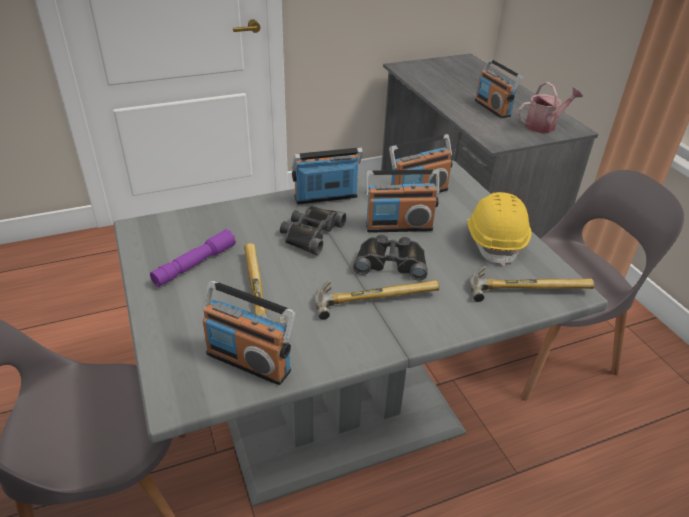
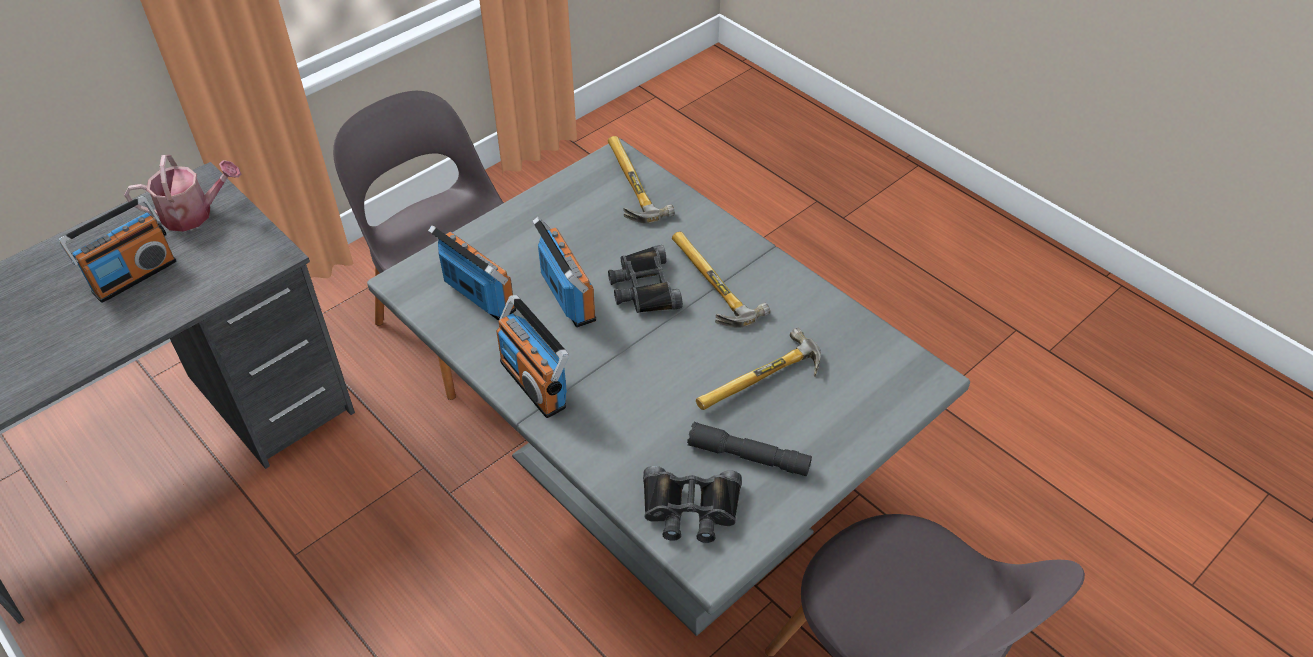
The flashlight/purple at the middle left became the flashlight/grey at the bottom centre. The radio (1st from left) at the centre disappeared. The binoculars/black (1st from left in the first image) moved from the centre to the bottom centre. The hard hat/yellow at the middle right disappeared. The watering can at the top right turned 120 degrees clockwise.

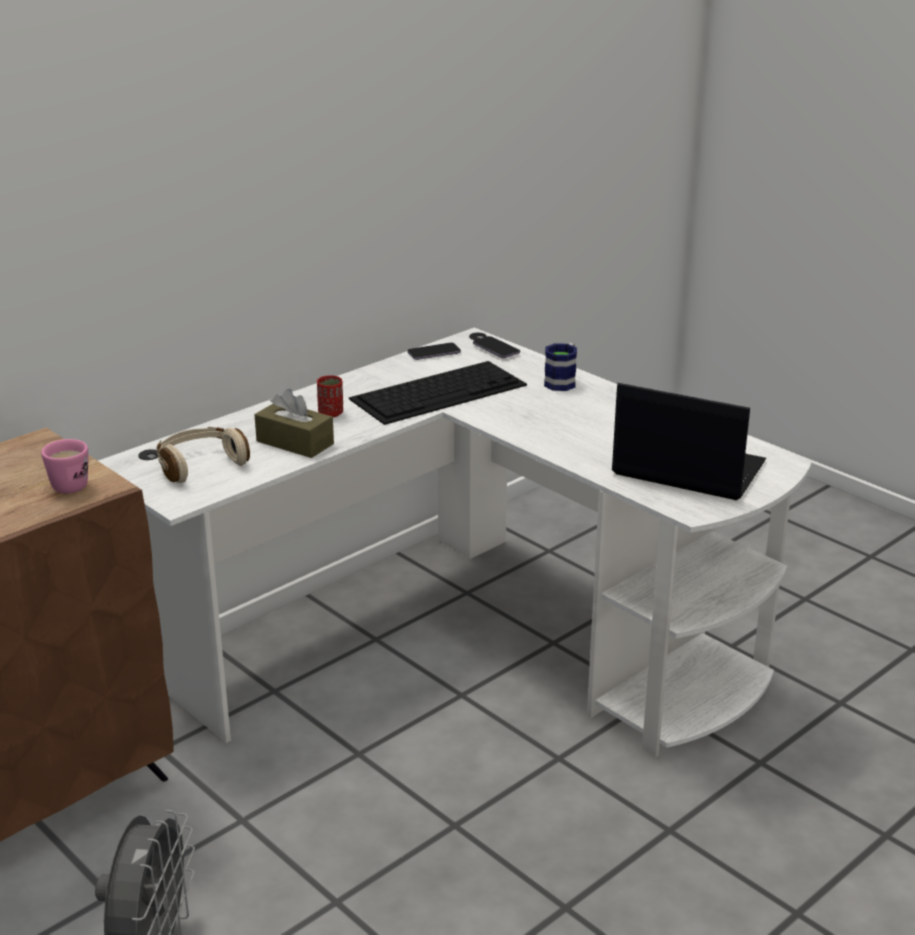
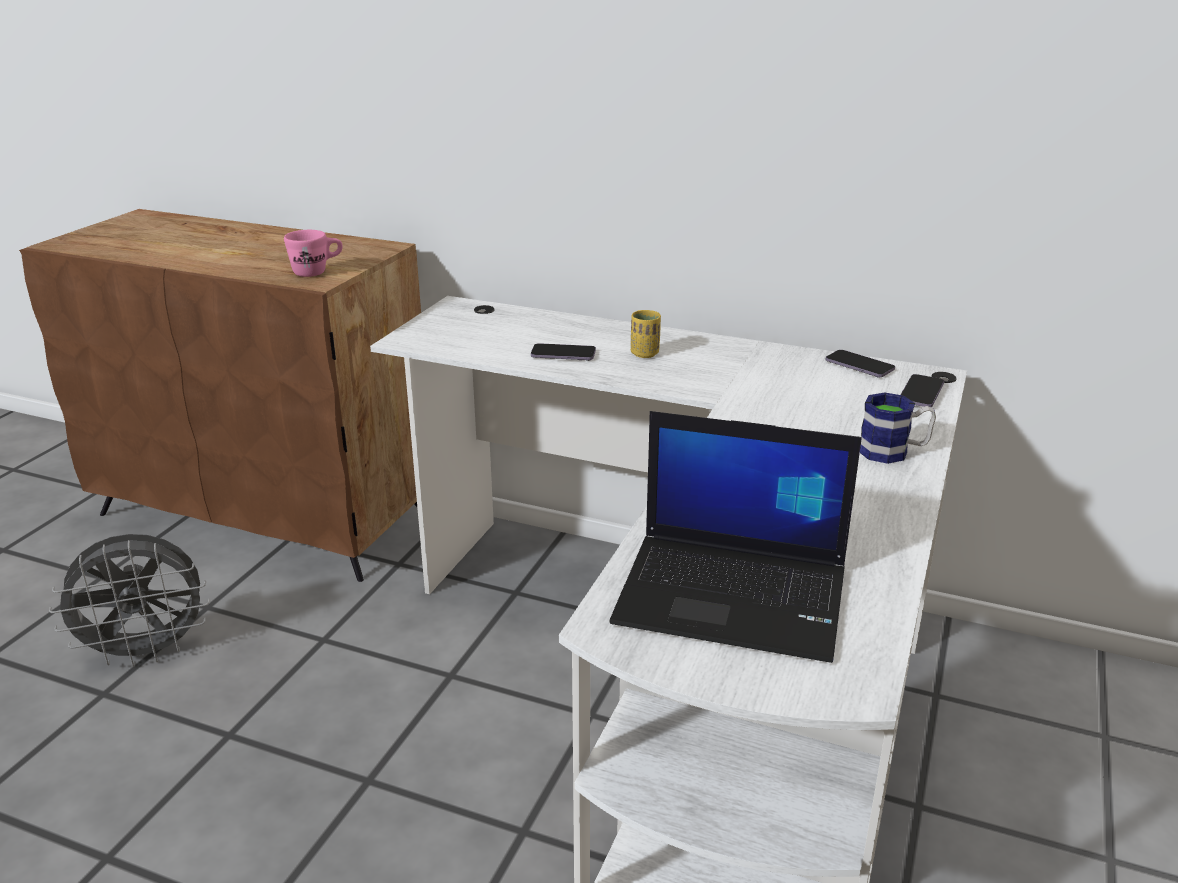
The headphones/beige at the middle left disappeared. The tissue box/brown at the middle left was replaced by the phone (1st from left) at the centre. The cup/red at the centre became the cup/yellow at the centre. The keyboard at the centre disappeared. The laptop at the middle right turned 105 degrees clockwise.

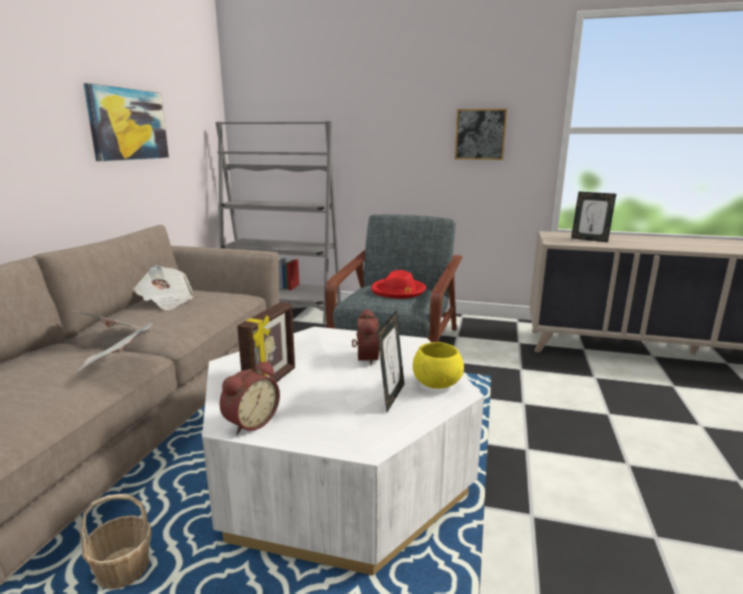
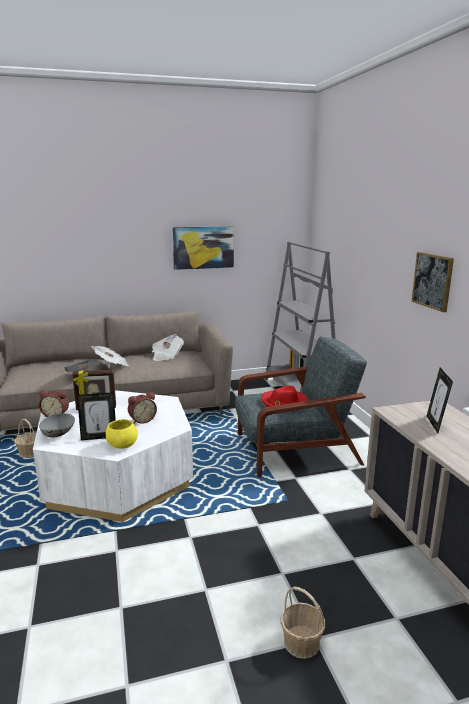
The bowl/grey at the middle left appeared. The basket (2nd from left) at the bottom centre appeared.

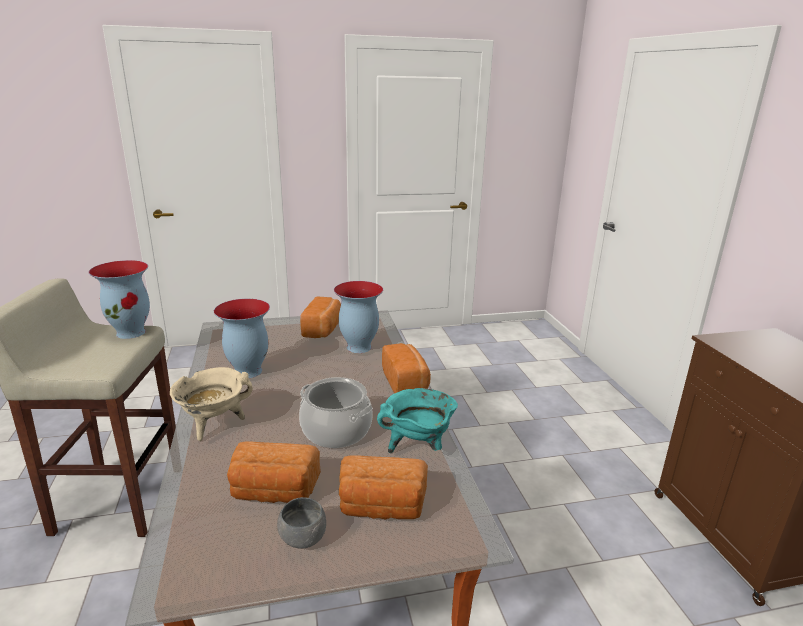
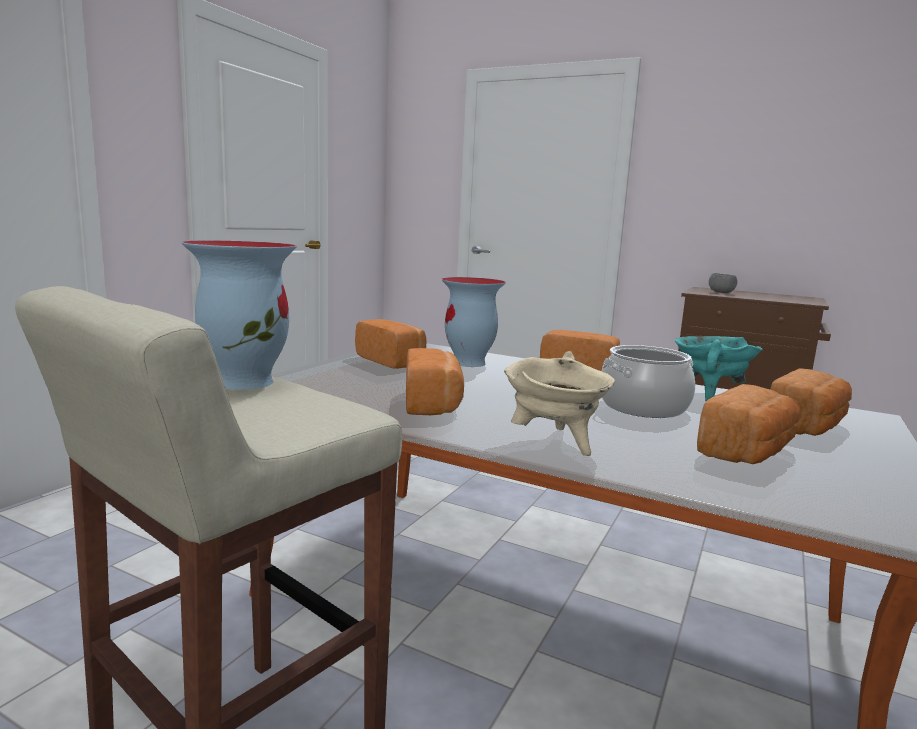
The vase (2nd from left) at the middle left was replaced by the bread (2nd from left) at the centre. The bowl/grey moved from the bottom centre to the middle right.

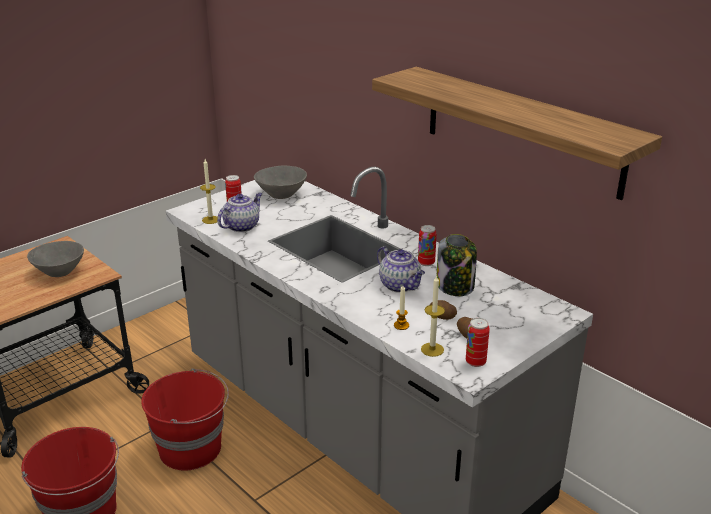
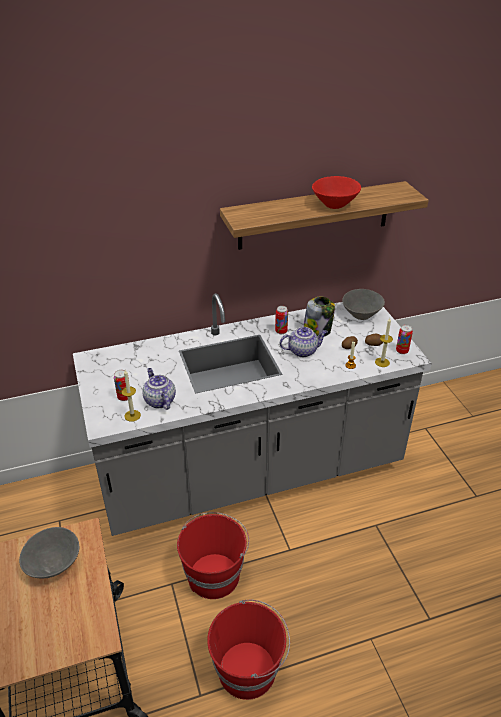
The bowl/grey (2nd from left) moved from the centre to the middle right. The bowl/red at the top right appeared.

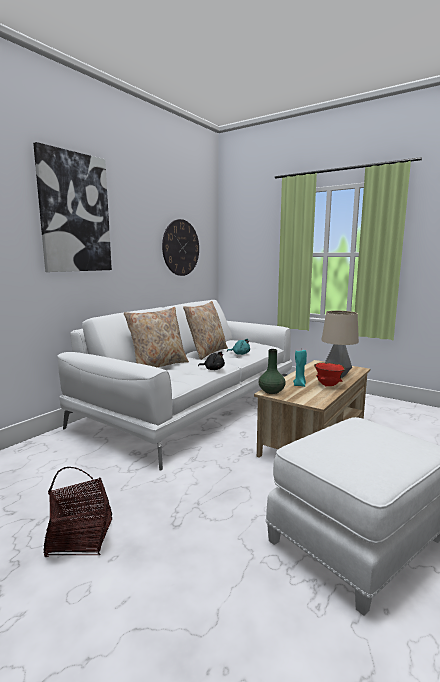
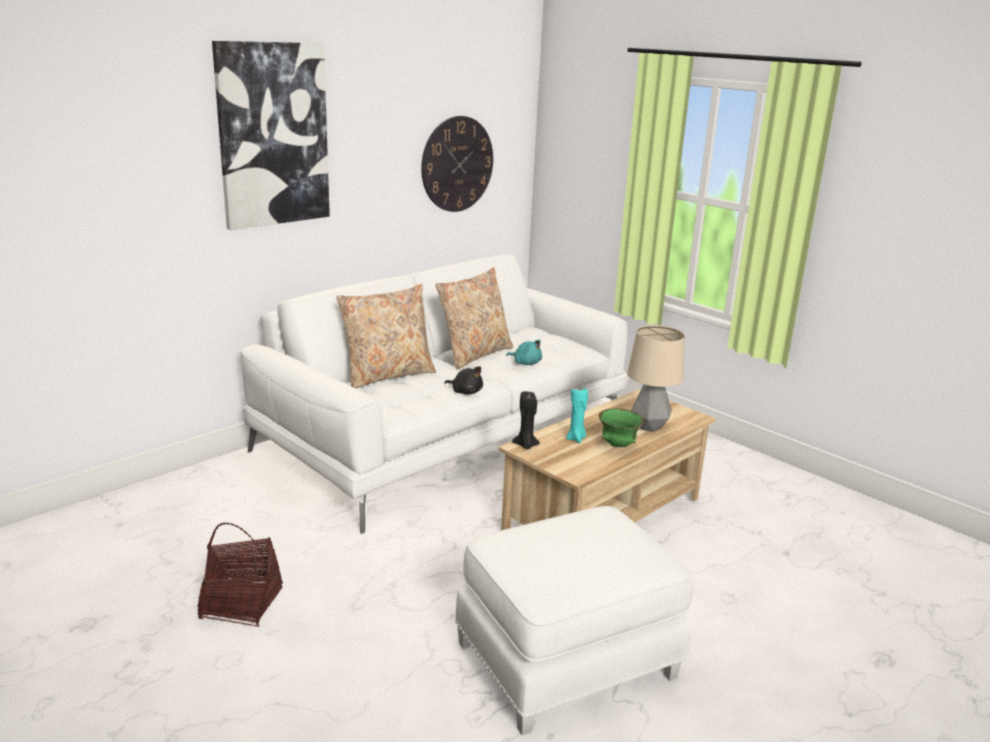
The vase/green at the centre was replaced by the candle/black at the centre. The bowl/red at the middle right became the bowl/green at the centre.

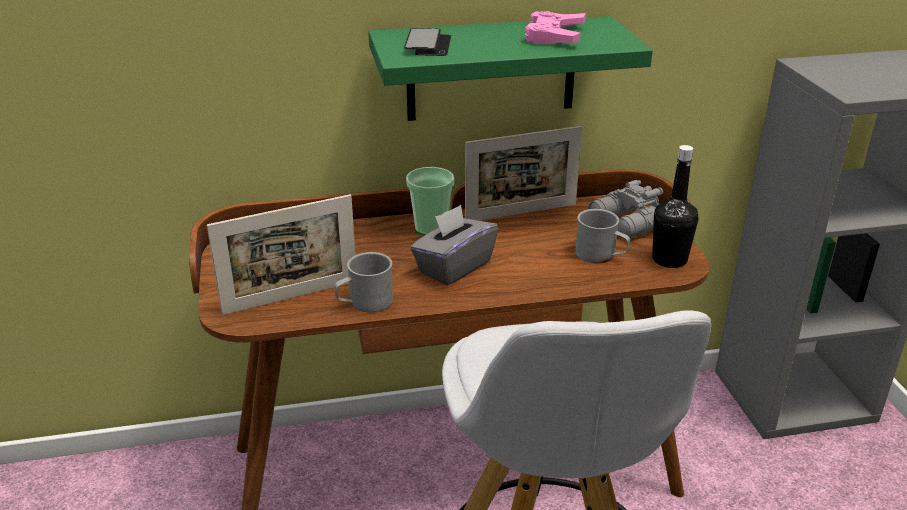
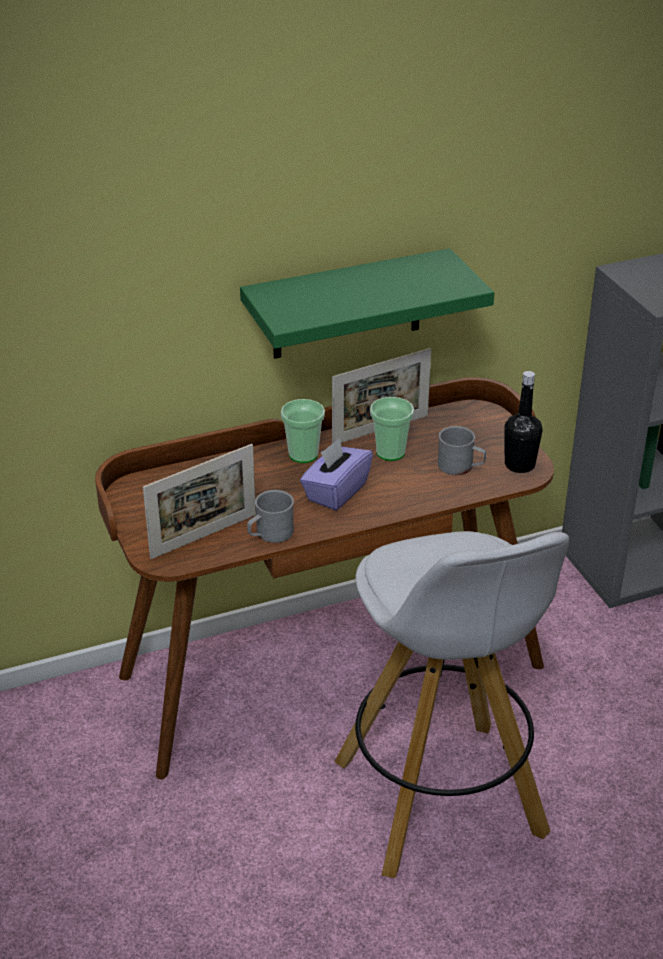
The phone at the top centre disappeared. The tissue box/grey at the centre became the tissue box/purple at the centre. The game controller/pink at the top centre disappeared. The binoculars/grey at the middle right disappeared. The cup (2nd from left) at the centre appeared.

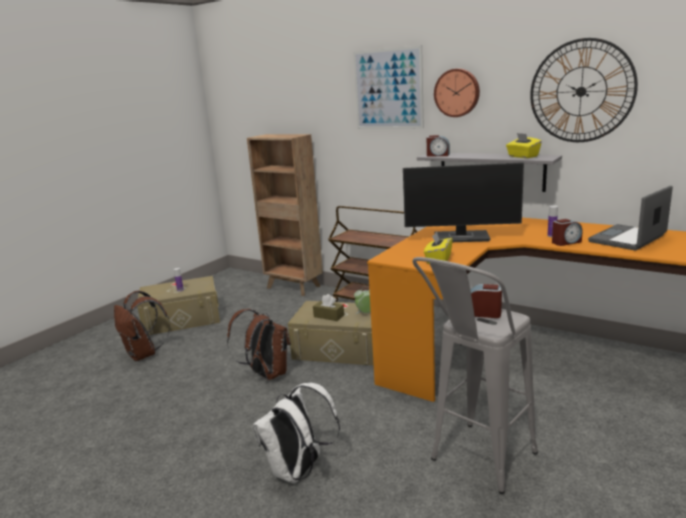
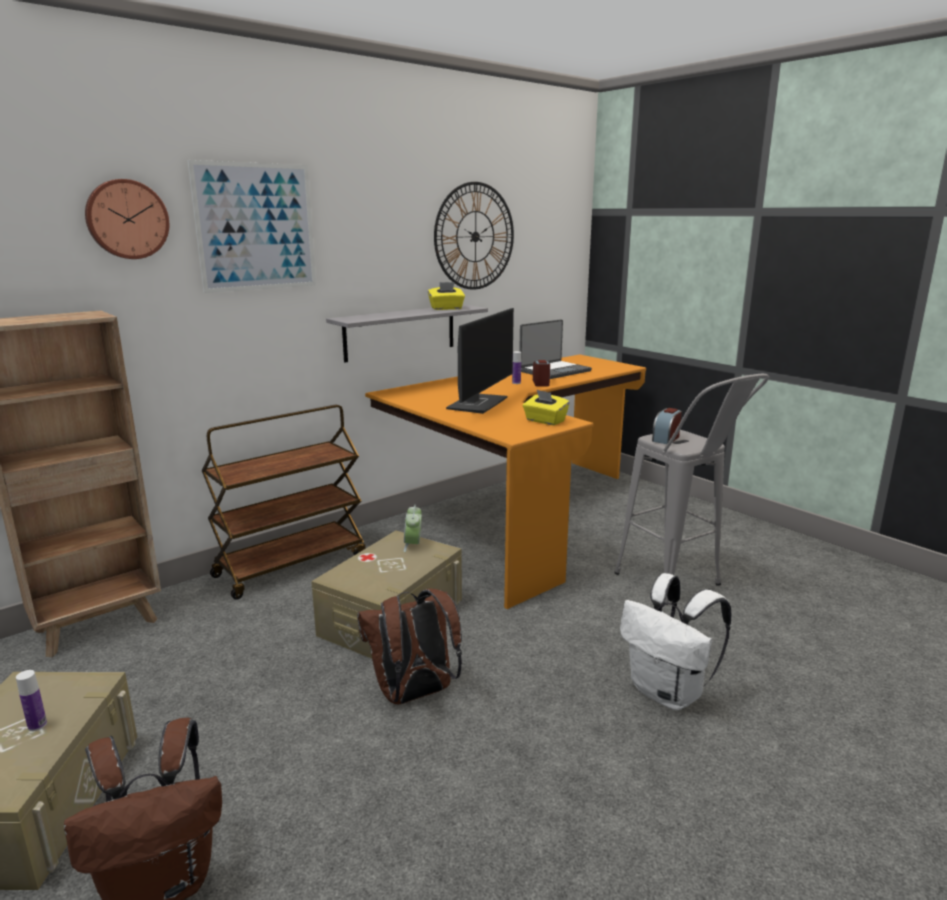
The tissue box/brown at the centre disappeared. The alarm clock (2nd from left) at the top centre disappeared. The wall clock (1st from left) moved from the top centre to the top left. The laptop at the middle right turned 105 degrees counterclockwise.

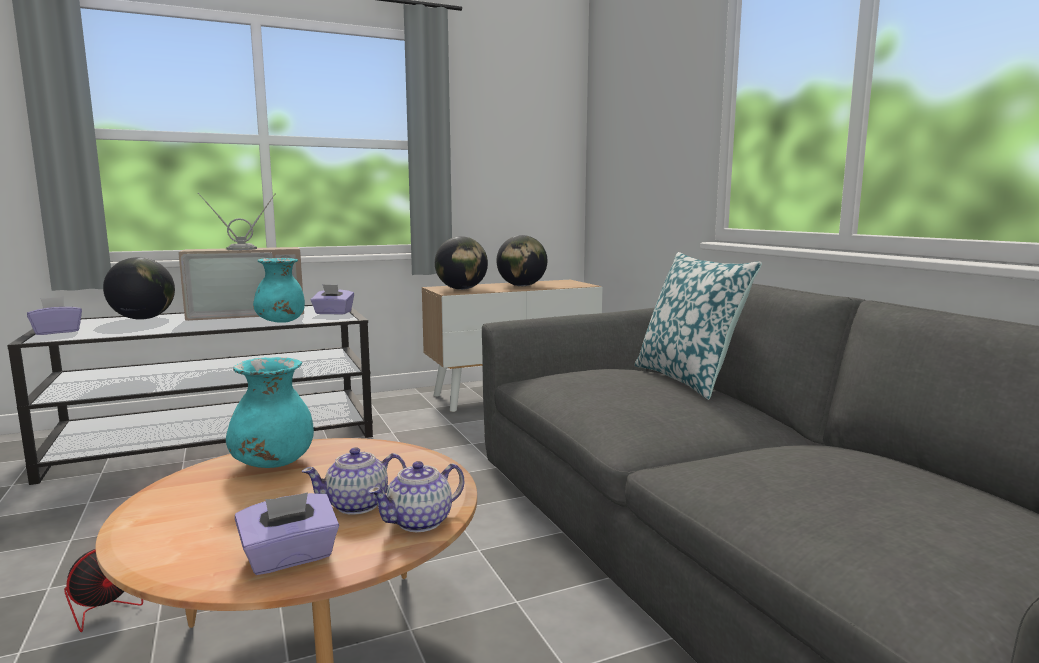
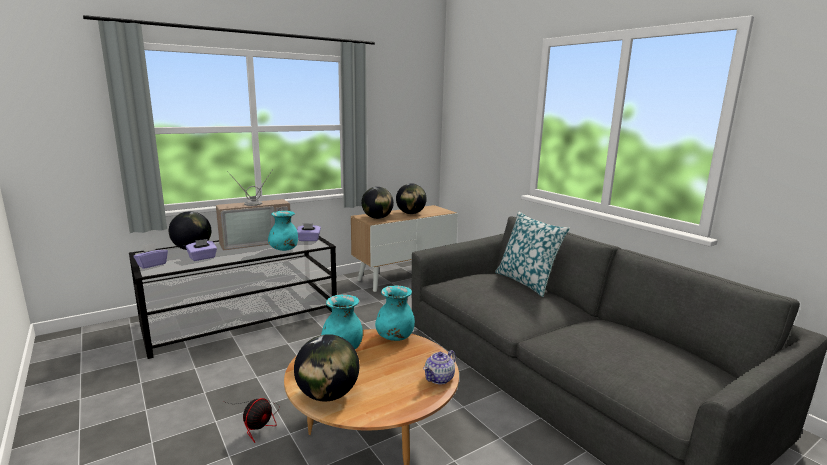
The tissue box/purple (2nd from left) moved from the bottom left to the middle left. The teapot (1st from left) at the bottom centre disappeared. The globe (2nd from left) at the bottom centre appeared. The vase/turquoise (3rd from left) at the bottom centre appeared.

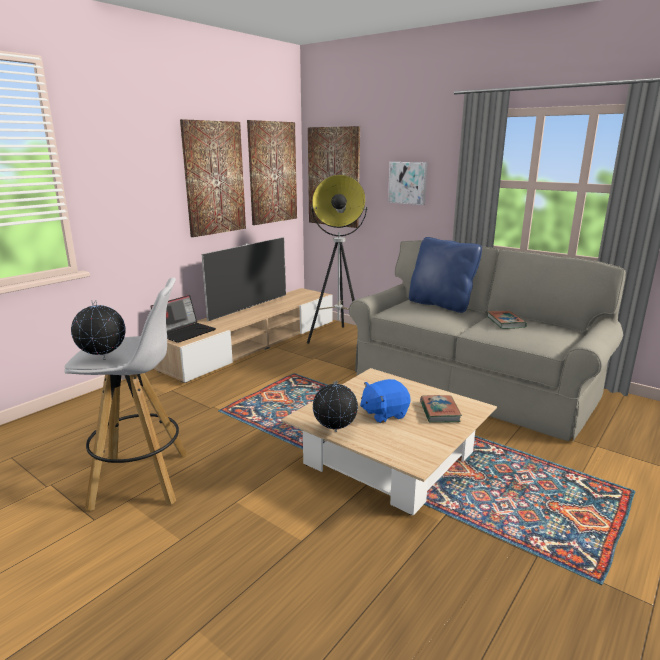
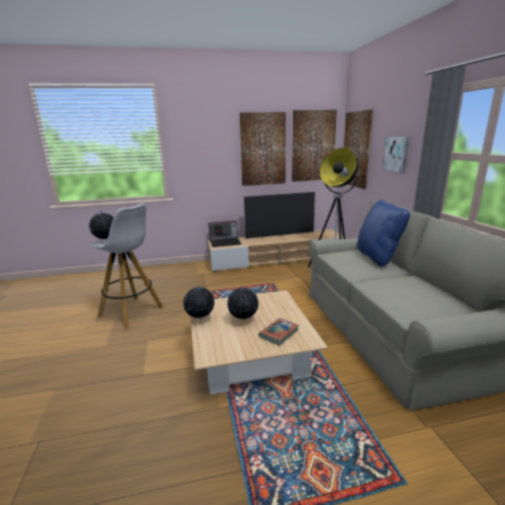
The plush toy/blue at the centre was replaced by the globe (3rd from left) at the centre. The book (2nd from left) at the middle right disappeared.

